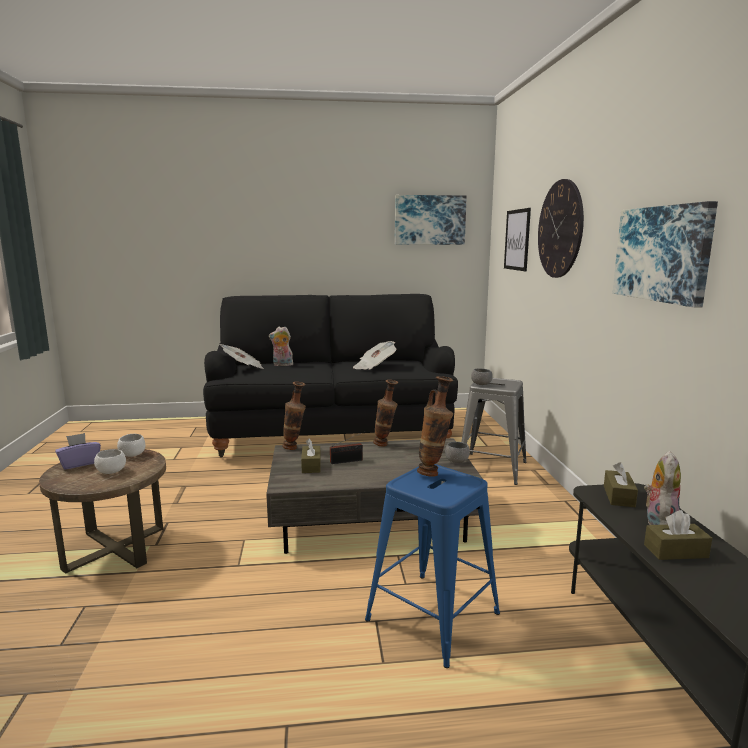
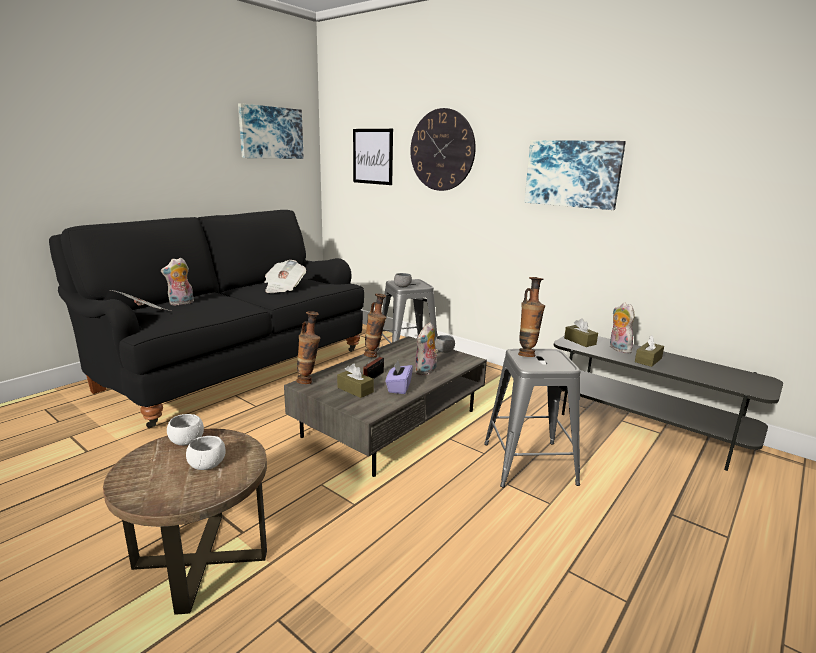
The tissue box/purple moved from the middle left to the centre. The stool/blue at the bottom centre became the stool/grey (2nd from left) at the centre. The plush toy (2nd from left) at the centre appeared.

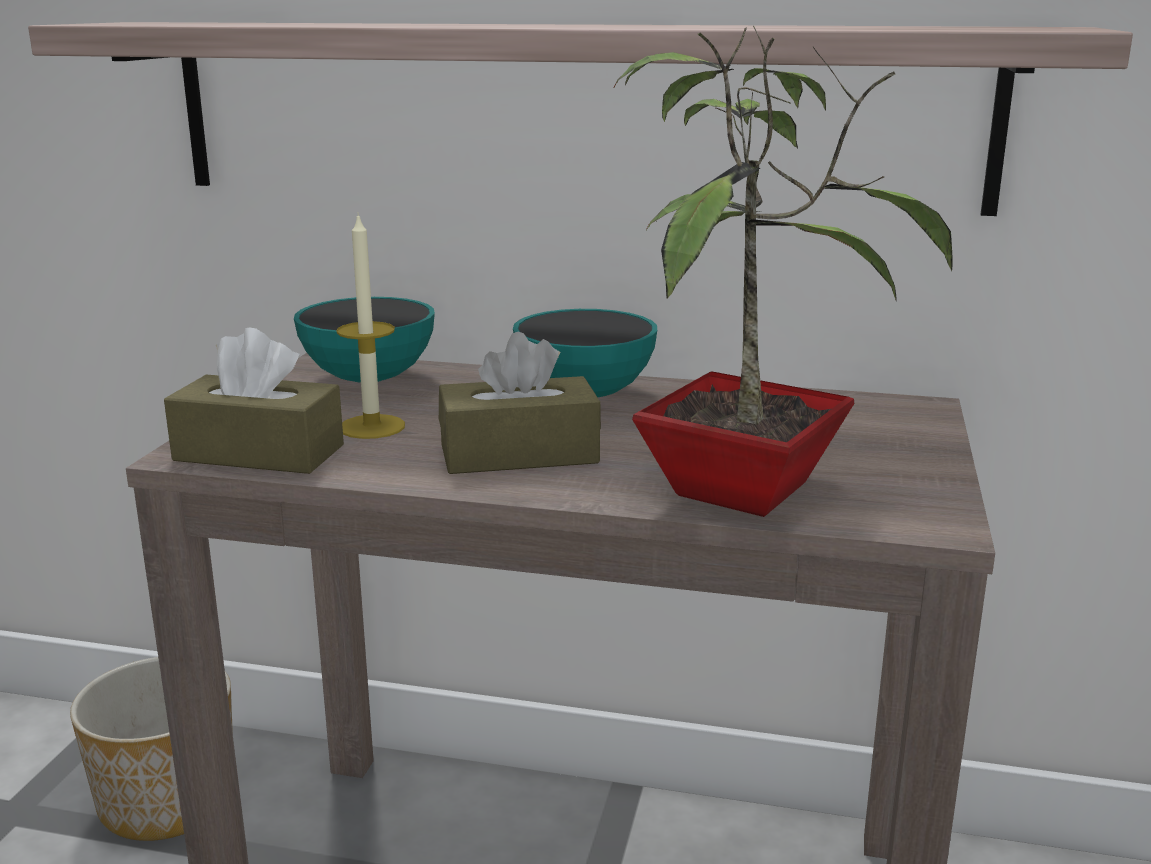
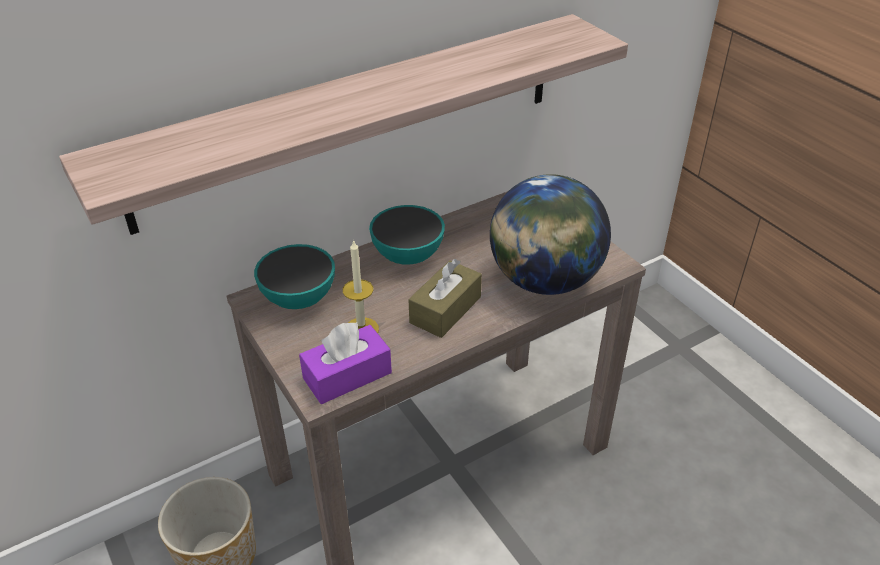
The tissue box/brown (1st from left) at the middle left became the tissue box/purple at the centre. The potted plant at the top right was replaced by the globe at the centre.

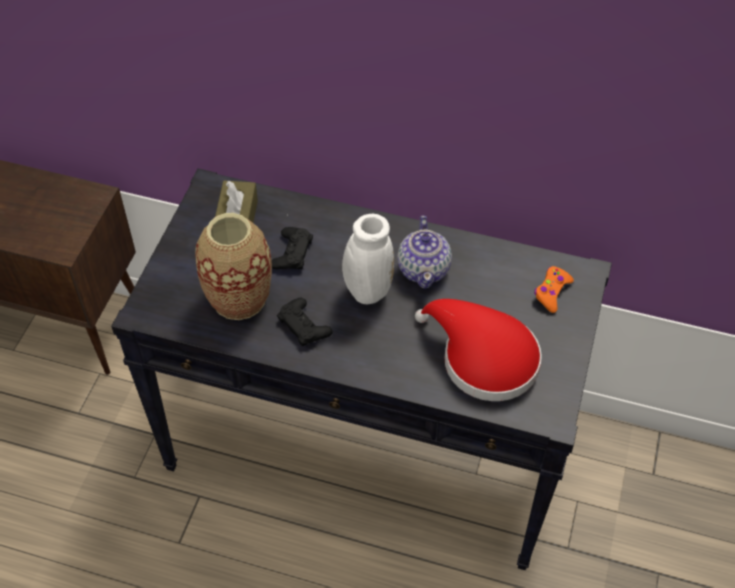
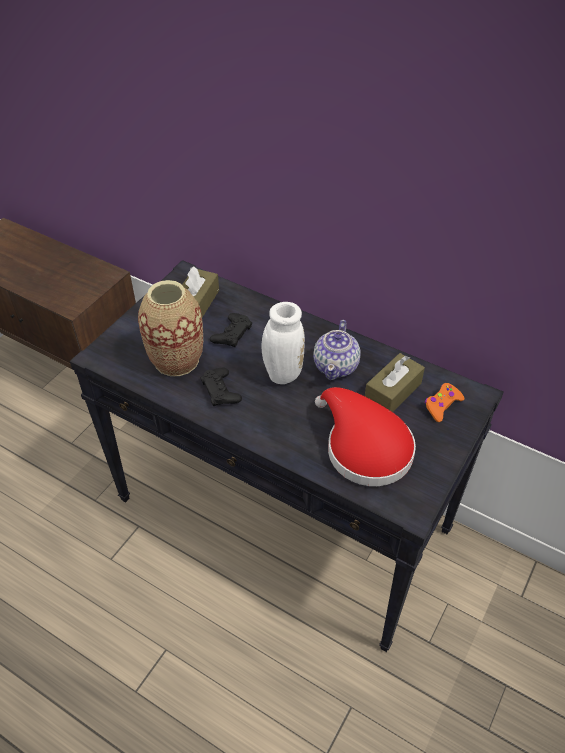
The tissue box/brown (2nd from left) at the middle right appeared.

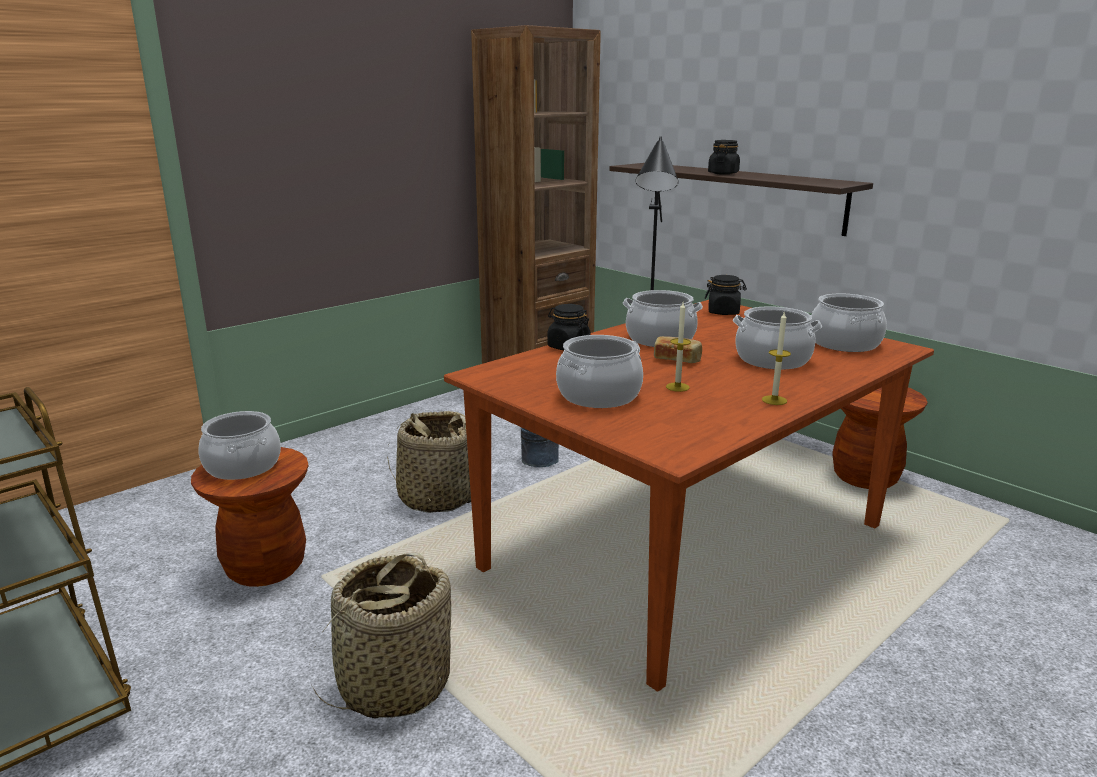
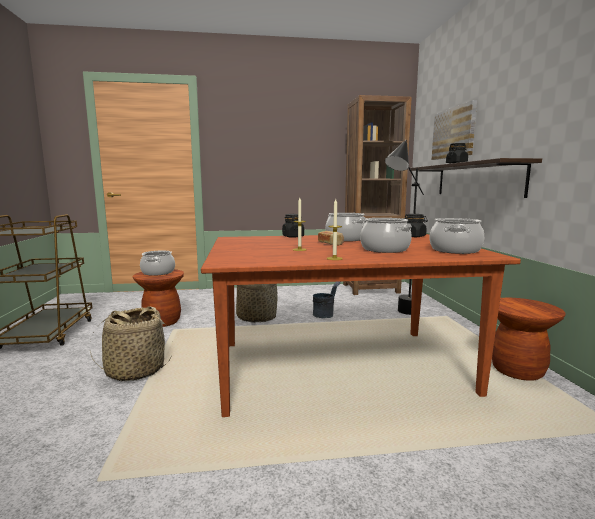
The cooking pot (2nd from left) at the centre disappeared. The picture at the top right appeared.

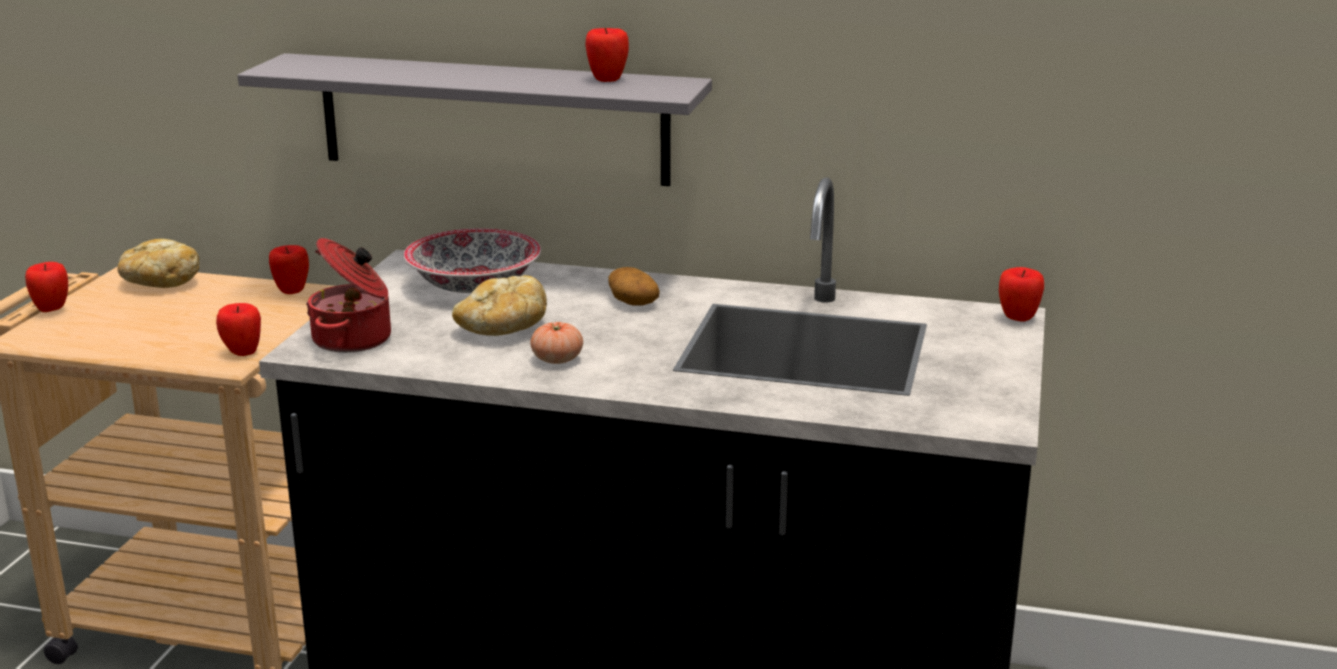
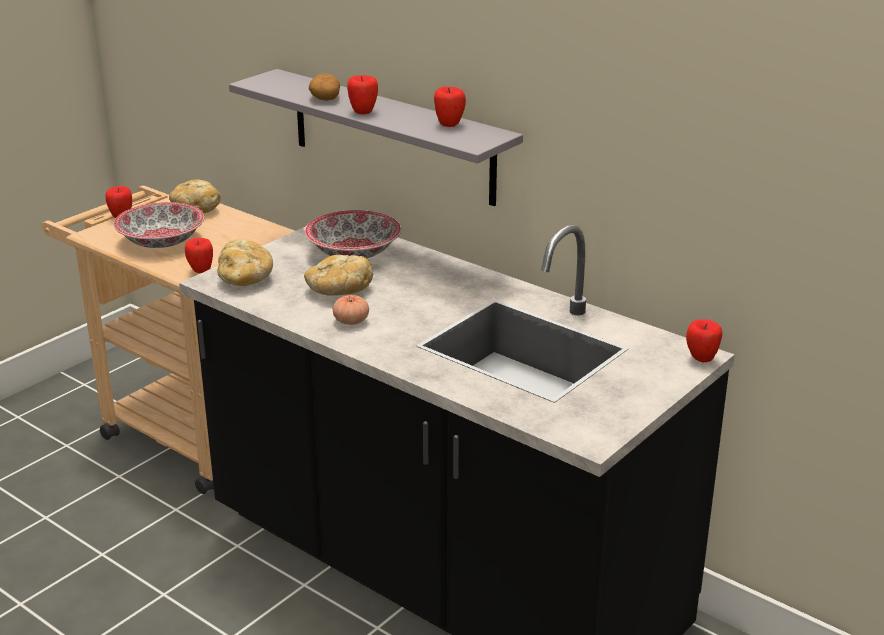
The apple (3rd from left) moved from the middle left to the top centre. The cooking pot at the middle left was replaced by the bread (2nd from left) at the middle left. The potato moved from the centre to the top centre. The bowl (1st from left) at the middle left appeared.

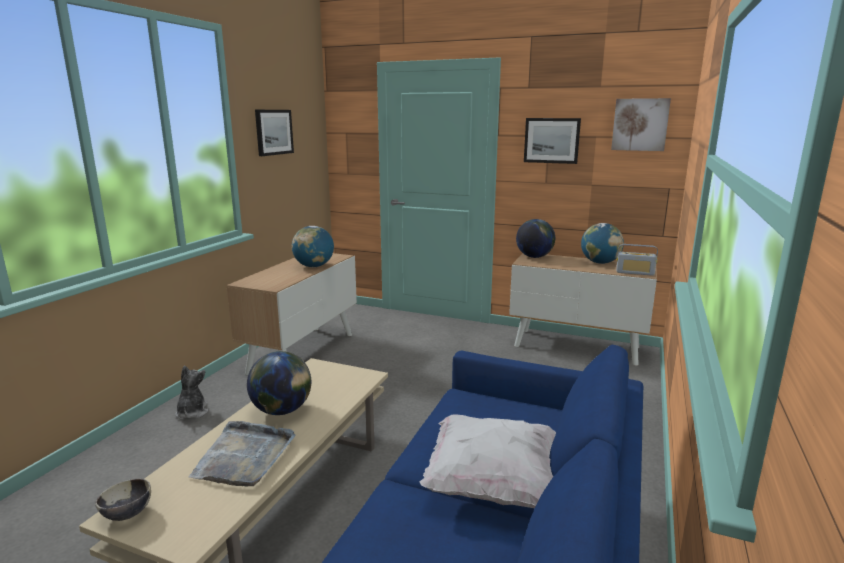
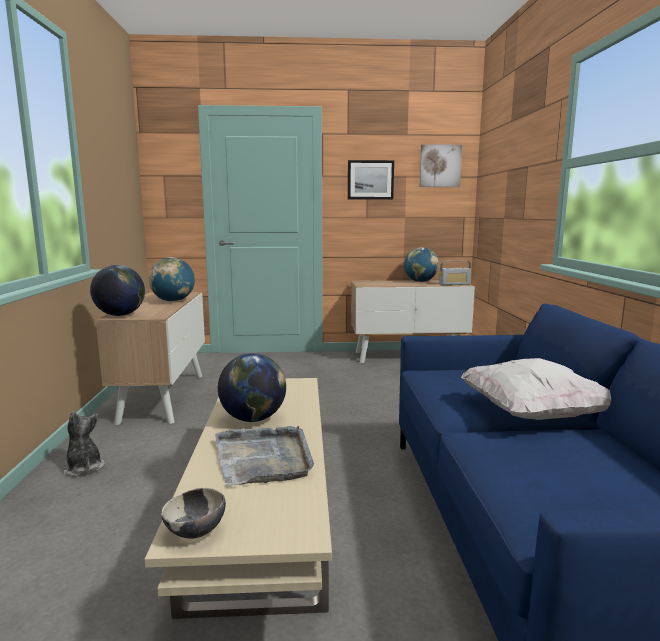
The picture (1st from left) at the top left disappeared. The globe (3rd from left in the first image) moved from the centre to the middle left.

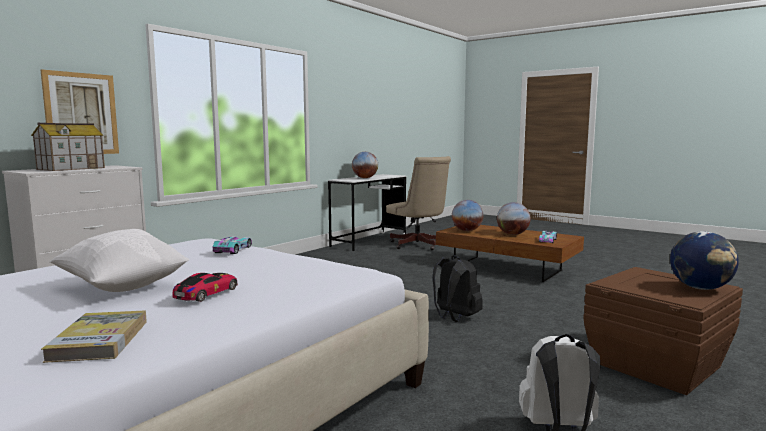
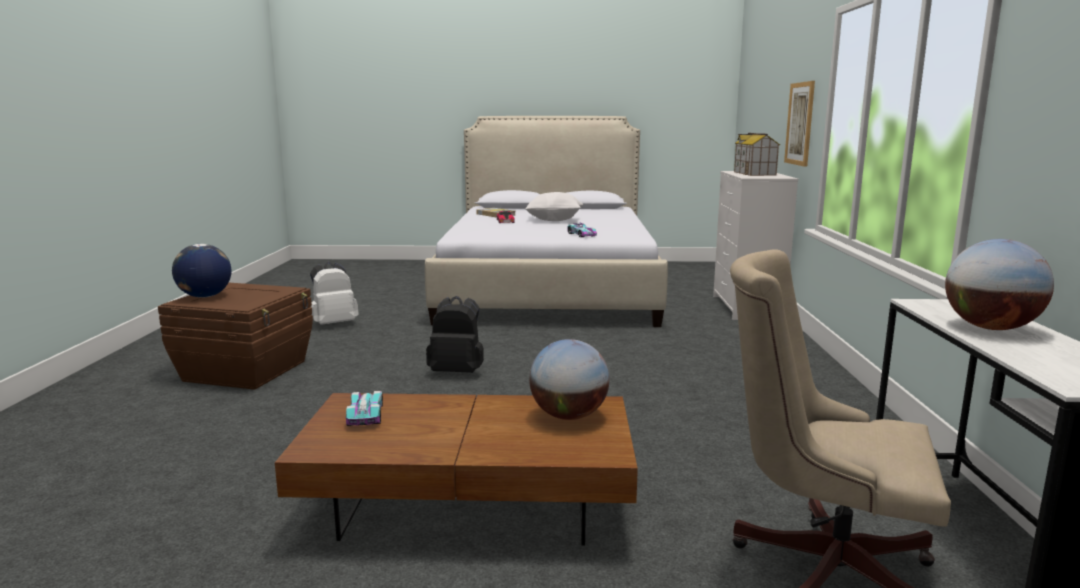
The globe (3rd from left) at the middle right disappeared.

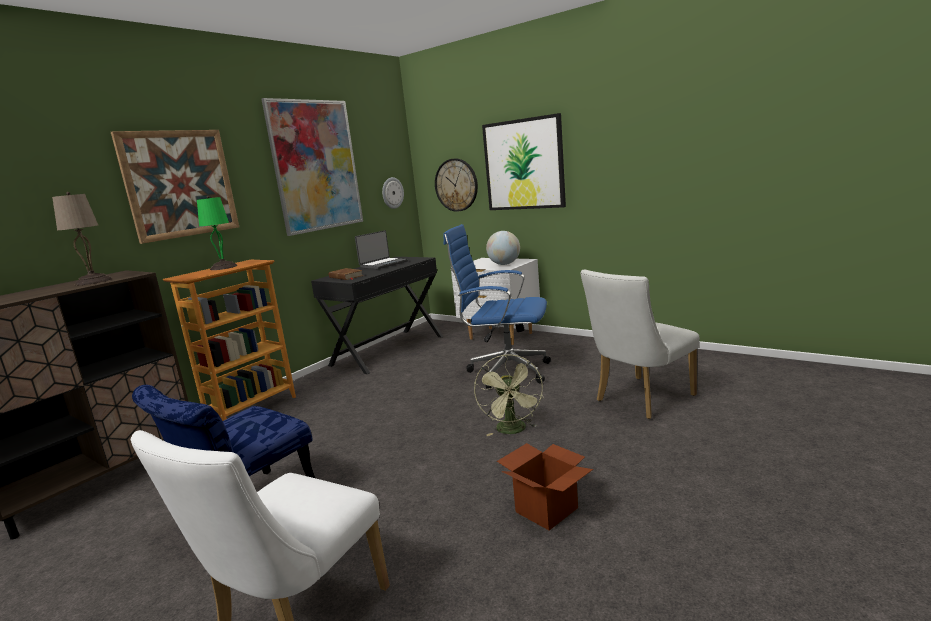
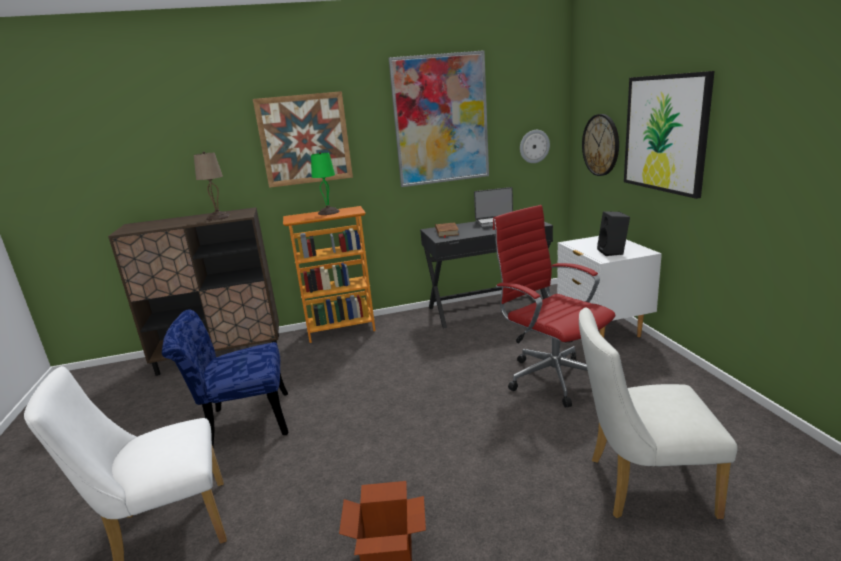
The office chair/blue at the centre became the office chair/red at the centre. The fan/green at the centre disappeared. The globe at the centre was replaced by the speaker/black at the middle right.

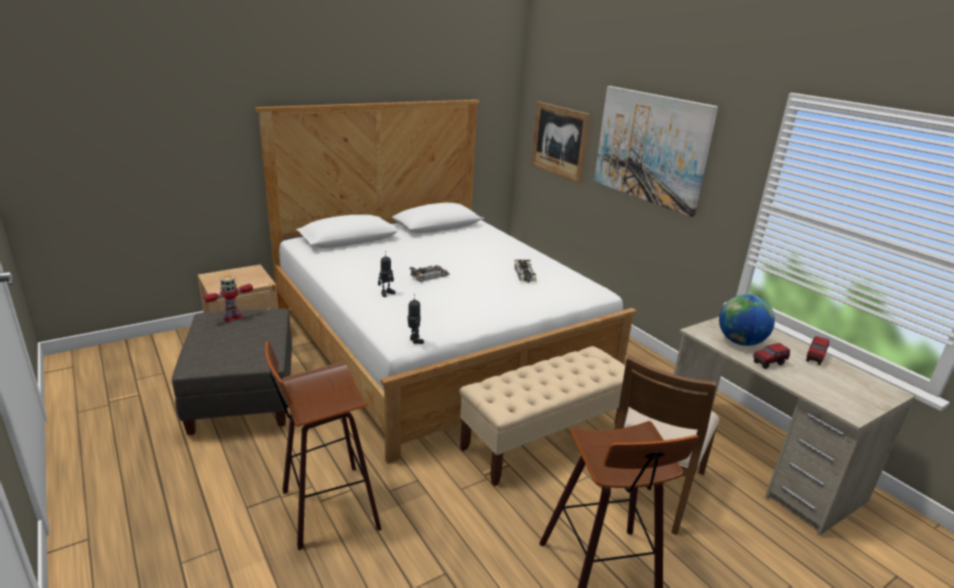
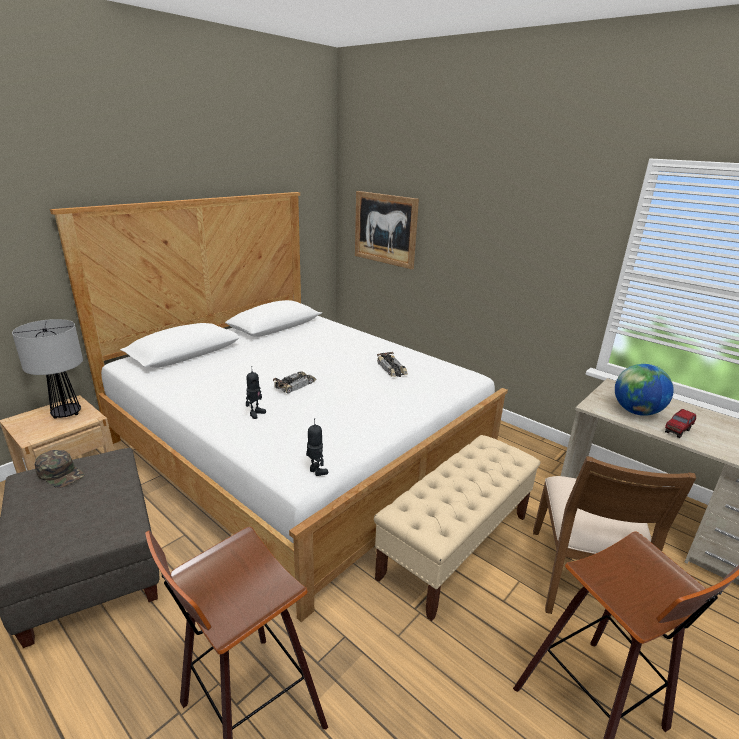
The toy robot (1st from left) at the middle left was replaced by the cap/green at the middle left. The picture (2nd from left) at the top right disappeared. The toy truck (2nd from left) at the middle right disappeared. The table lamp at the middle left appeared.

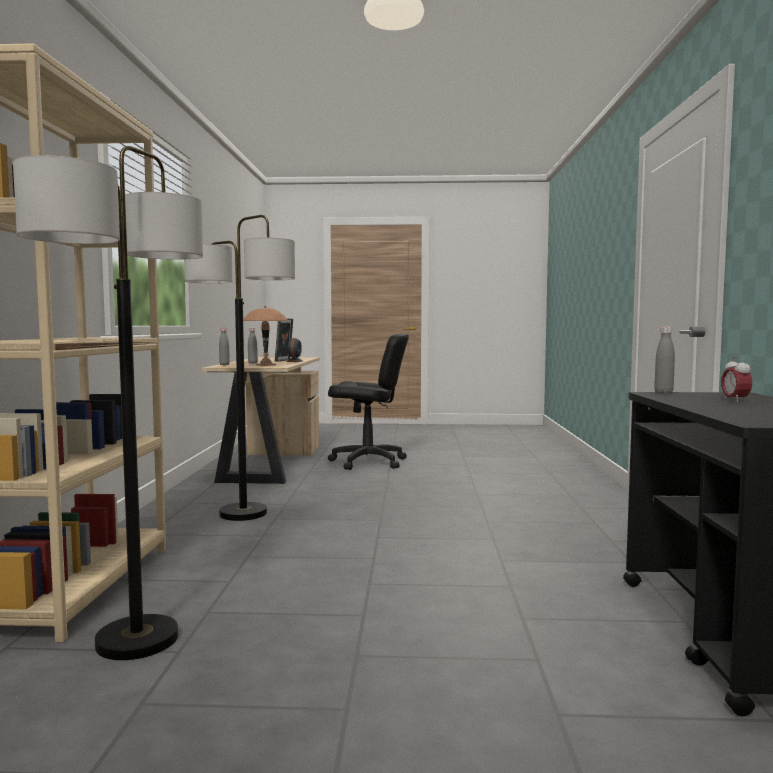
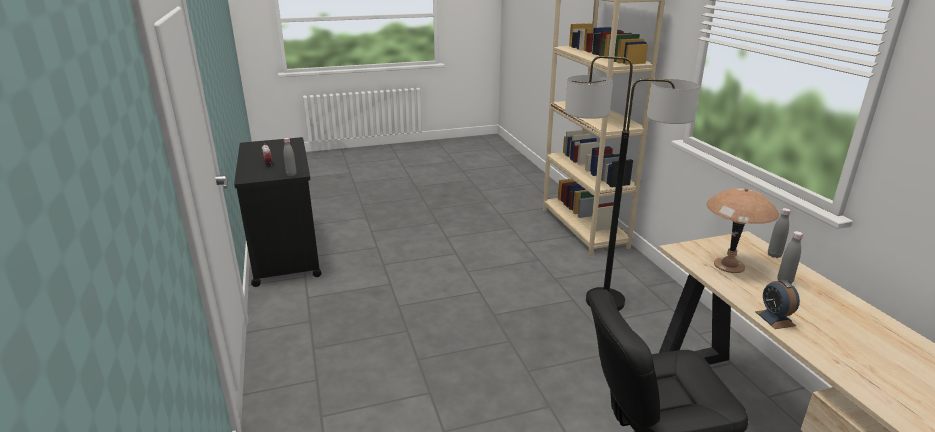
The floor lamp (1st from left) at the middle left disappeared. The picture frame at the centre disappeared.

